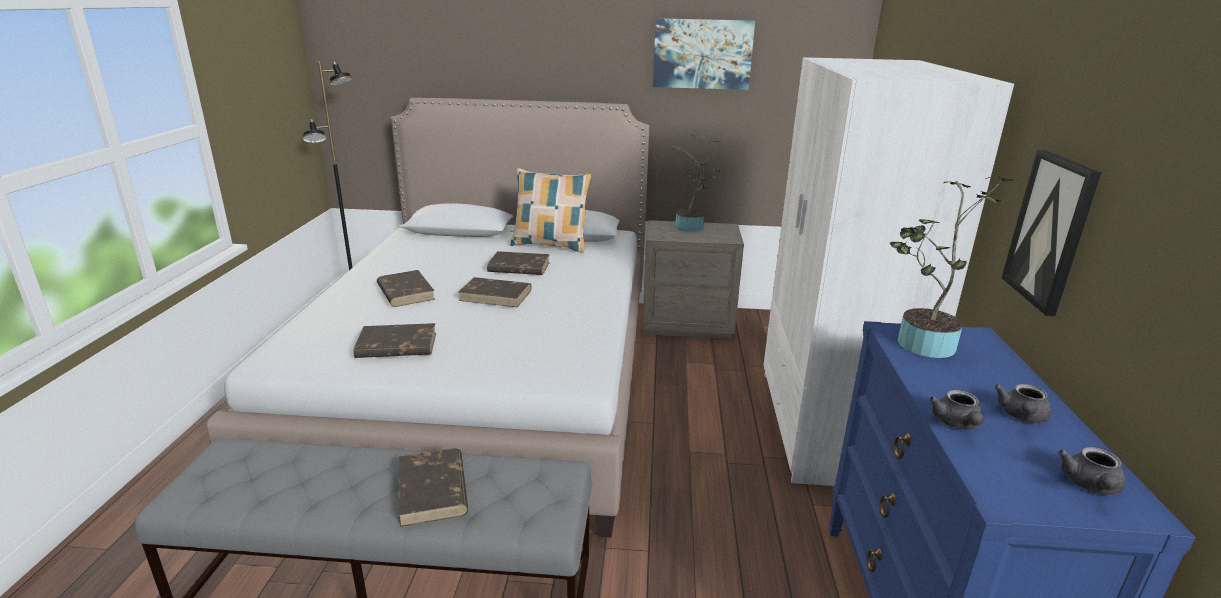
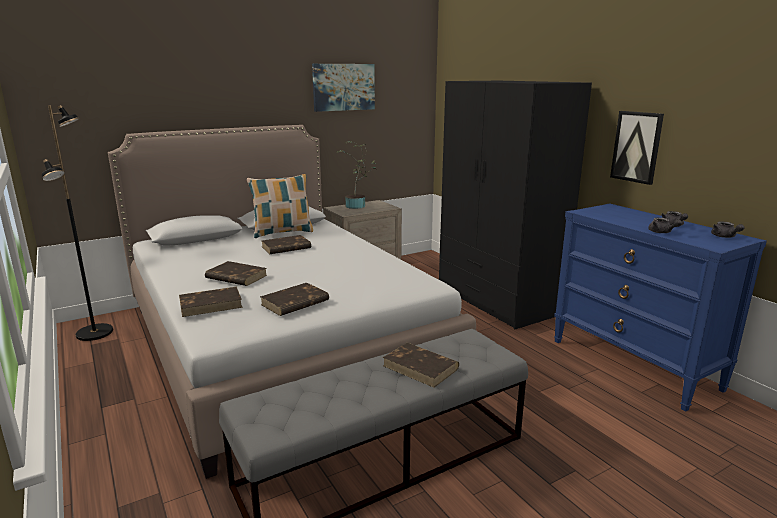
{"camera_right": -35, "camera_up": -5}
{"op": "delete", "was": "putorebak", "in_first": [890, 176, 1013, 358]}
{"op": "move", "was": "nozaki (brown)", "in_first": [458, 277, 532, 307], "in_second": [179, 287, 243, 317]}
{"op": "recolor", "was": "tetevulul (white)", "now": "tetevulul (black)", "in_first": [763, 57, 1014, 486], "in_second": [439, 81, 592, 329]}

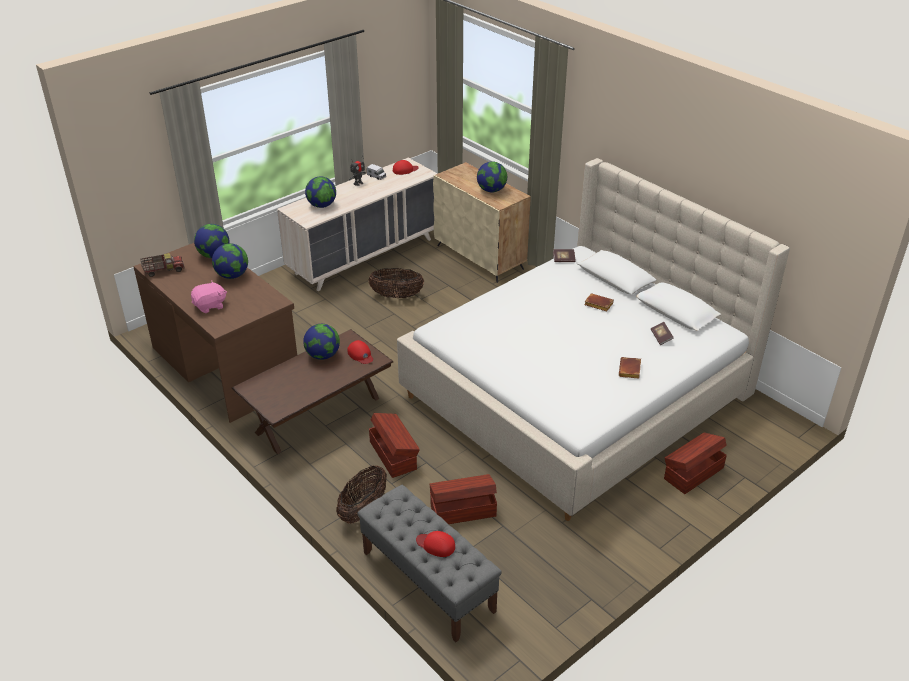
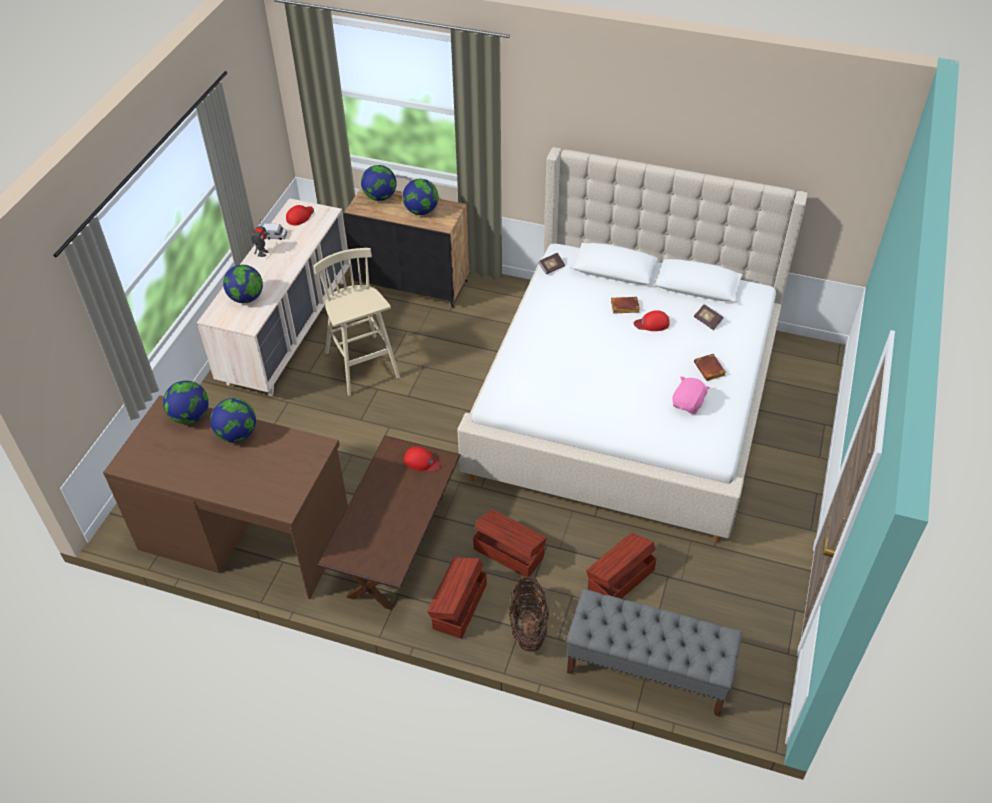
{"camera_right": -30, "camera_up": 10}
{"op": "delete", "was": "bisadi", "in_first": [140, 253, 185, 277]}
{"op": "move", "was": "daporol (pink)", "in_first": [191, 280, 227, 313], "in_second": [672, 376, 710, 414]}
{"op": "move", "was": "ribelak", "in_first": [303, 324, 340, 360], "in_second": [361, 165, 397, 201]}
{"op": "move", "was": "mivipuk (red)", "in_first": [416, 531, 455, 557], "in_second": [634, 310, 670, 331]}
{"op": "move", "was": "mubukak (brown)", "in_first": [664, 433, 727, 494], "in_second": [427, 557, 487, 639]}
{"op": "replace", "was": "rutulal", "now": "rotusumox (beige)", "in_first": [369, 268, 424, 298], "in_second": [313, 248, 400, 396]}
{"op": "recolor", "was": "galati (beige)", "now": "galati (black)", "in_first": [433, 162, 531, 283], "in_second": [343, 187, 470, 308]}

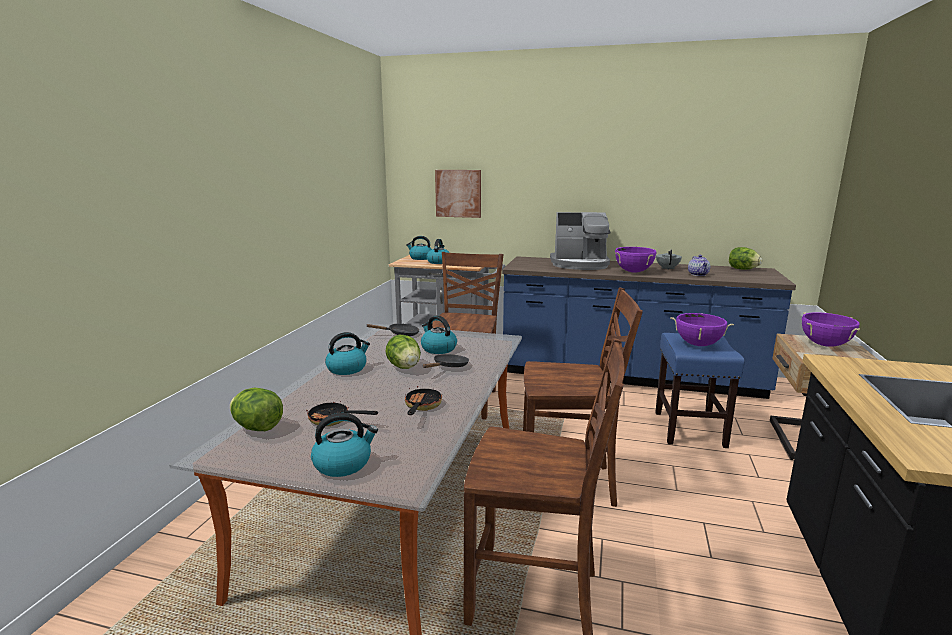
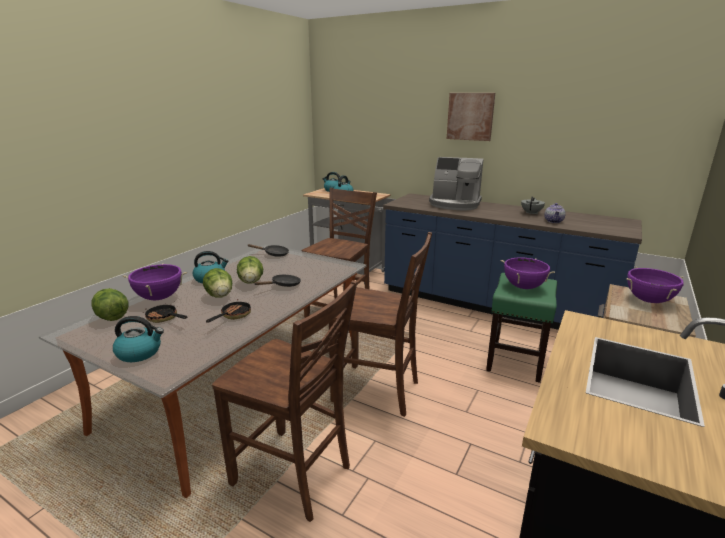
{"camera_right": 15, "camera_up": 5}
{"op": "delete", "was": "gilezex", "in_first": [421, 315, 457, 354]}
{"op": "move", "was": "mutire", "in_first": [435, 170, 481, 218], "in_second": [447, 93, 495, 141]}
{"op": "move", "was": "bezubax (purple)", "in_first": [615, 247, 656, 273], "in_second": [123, 264, 187, 300]}
{"op": "move", "was": "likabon", "in_first": [729, 247, 762, 270], "in_second": [203, 268, 232, 298]}
{"op": "recolor", "was": "rotusumox (blue)", "now": "rotusumox (green)", "in_first": [655, 333, 745, 448], "in_second": [486, 273, 557, 383]}

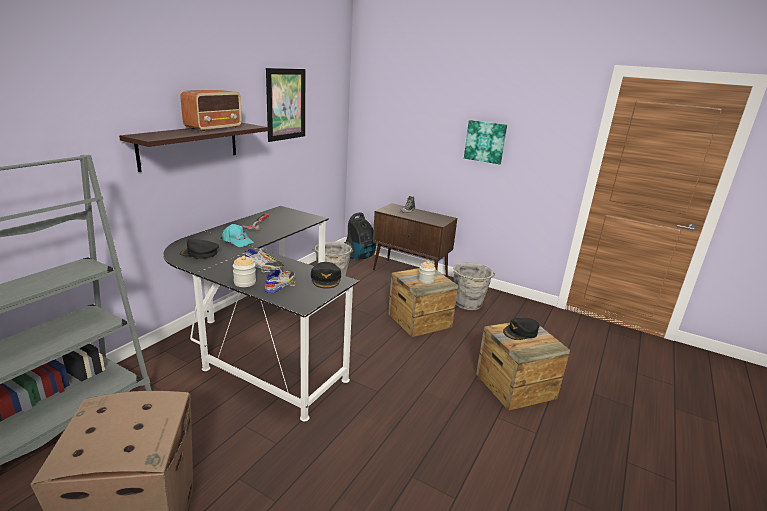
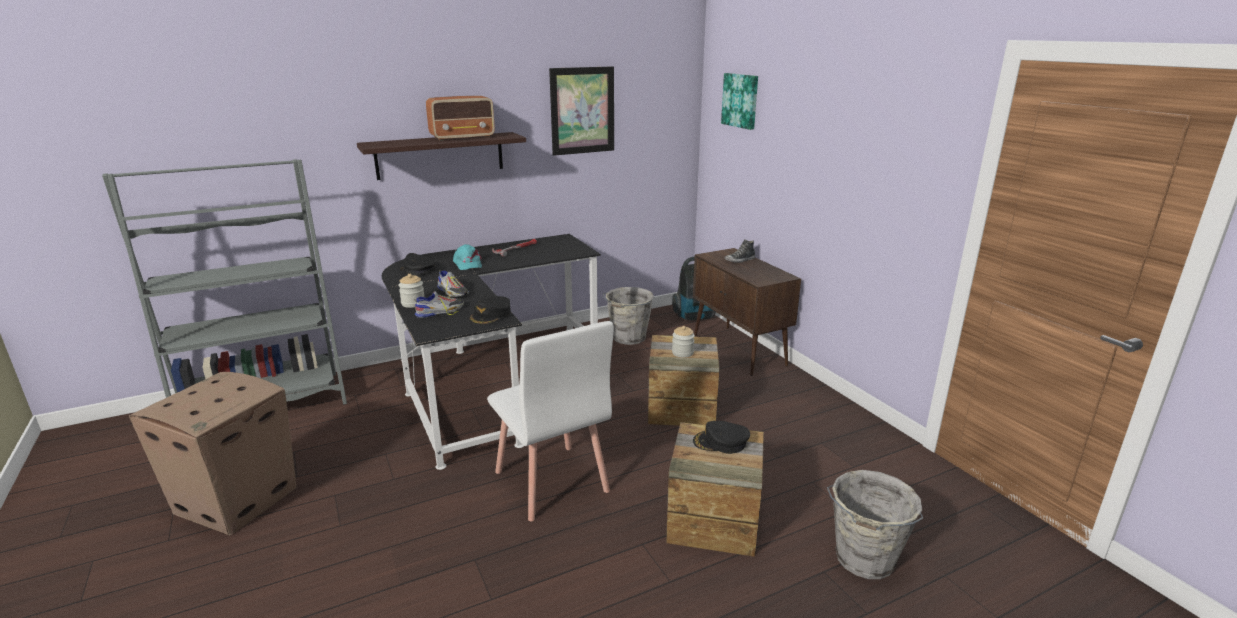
{"camera_right": 35, "camera_up": 0}
{"op": "insert", "now": "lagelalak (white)", "in_second": [487, 321, 614, 522]}
{"op": "move", "was": "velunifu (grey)", "in_first": [453, 262, 495, 310], "in_second": [827, 470, 923, 579]}
{"op": "move", "was": "mutire", "in_first": [464, 120, 507, 164], "in_second": [721, 73, 758, 130]}

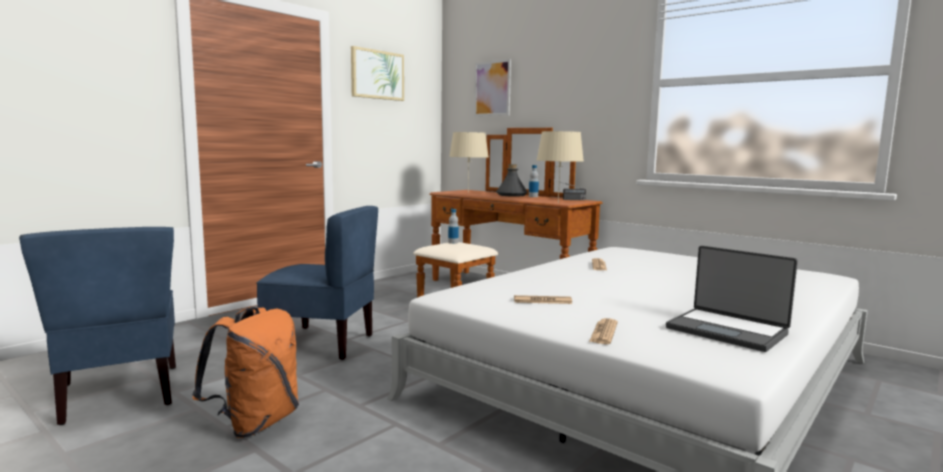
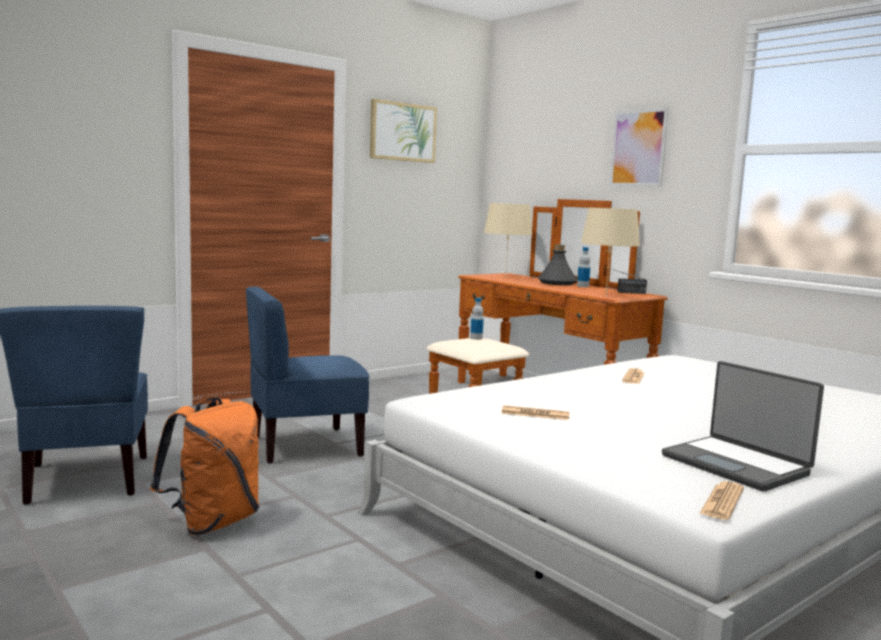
{"camera_right": 10, "camera_up": 0}
{"op": "move", "was": "mutire", "in_first": [474, 59, 511, 116], "in_second": [609, 107, 669, 187]}
{"op": "move", "was": "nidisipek", "in_first": [589, 318, 618, 344], "in_second": [699, 481, 744, 520]}
{"op": "rotate", "was": "lagelalak (blue)", "in_first": [257, 206, 378, 360], "in_second": [246, 287, 370, 464], "clockwise": 135}

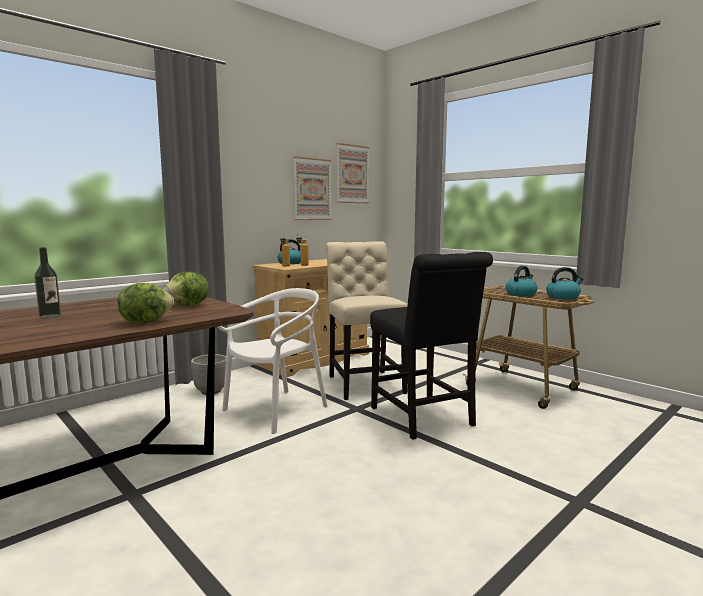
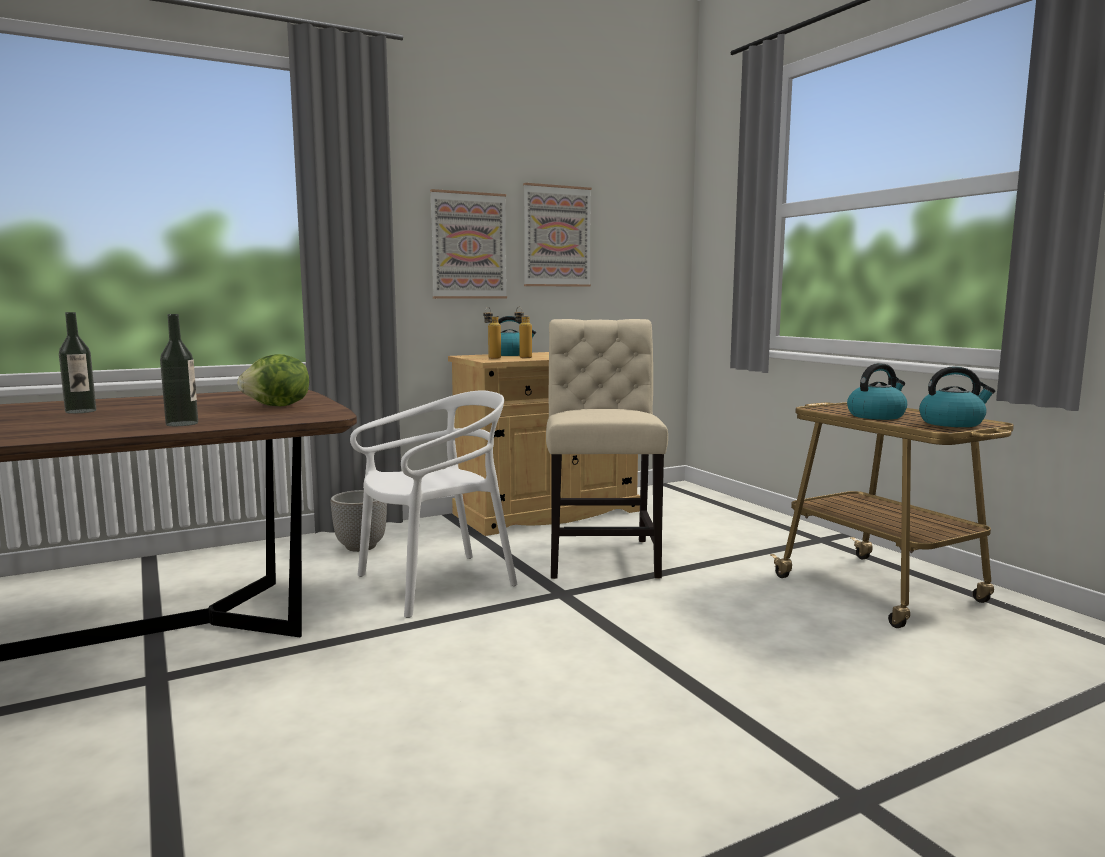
{"camera_right": 15, "camera_up": 0}
{"op": "delete", "was": "lagelalak (black)", "in_first": [370, 252, 493, 440]}
{"op": "move", "was": "mutire", "in_first": [336, 143, 370, 203], "in_second": [430, 189, 507, 299]}
{"op": "replace", "was": "likabon", "now": "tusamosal", "in_first": [118, 283, 174, 323], "in_second": [160, 314, 198, 426]}

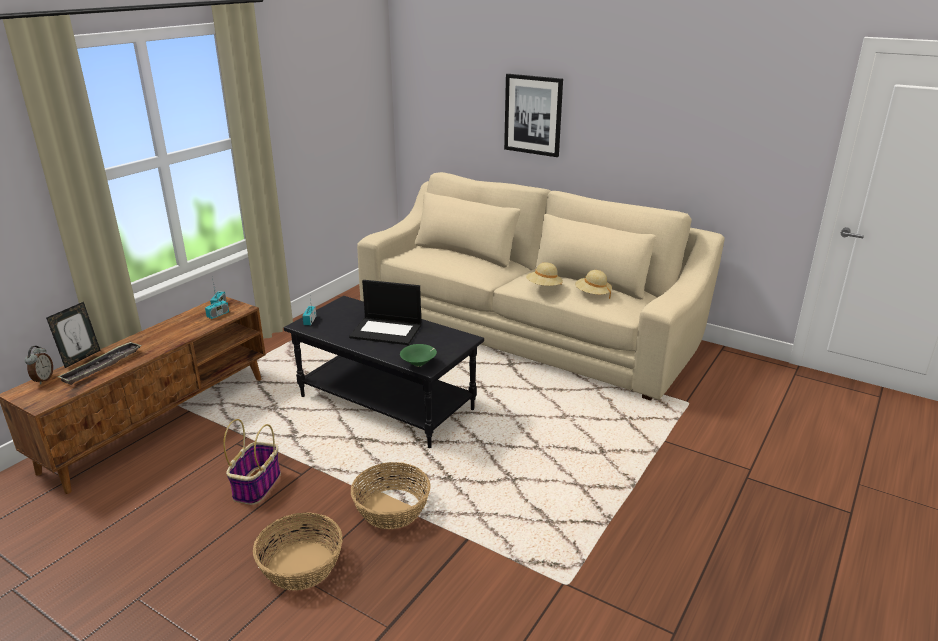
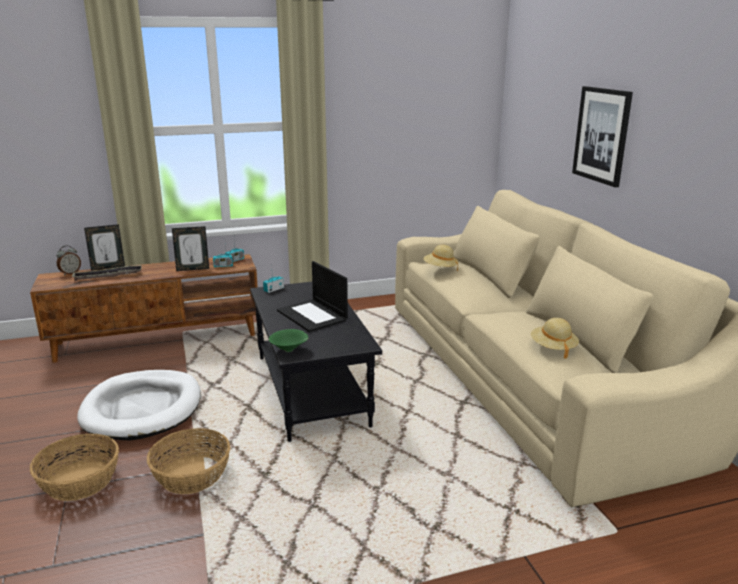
{"camera_right": 40, "camera_up": -5}
{"op": "insert", "now": "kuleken", "in_second": [172, 226, 209, 271]}
{"op": "move", "was": "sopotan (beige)", "in_first": [526, 262, 563, 286], "in_second": [424, 245, 458, 271]}
{"op": "replace", "was": "rutulal", "now": "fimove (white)", "in_first": [223, 419, 281, 505], "in_second": [77, 370, 201, 440]}

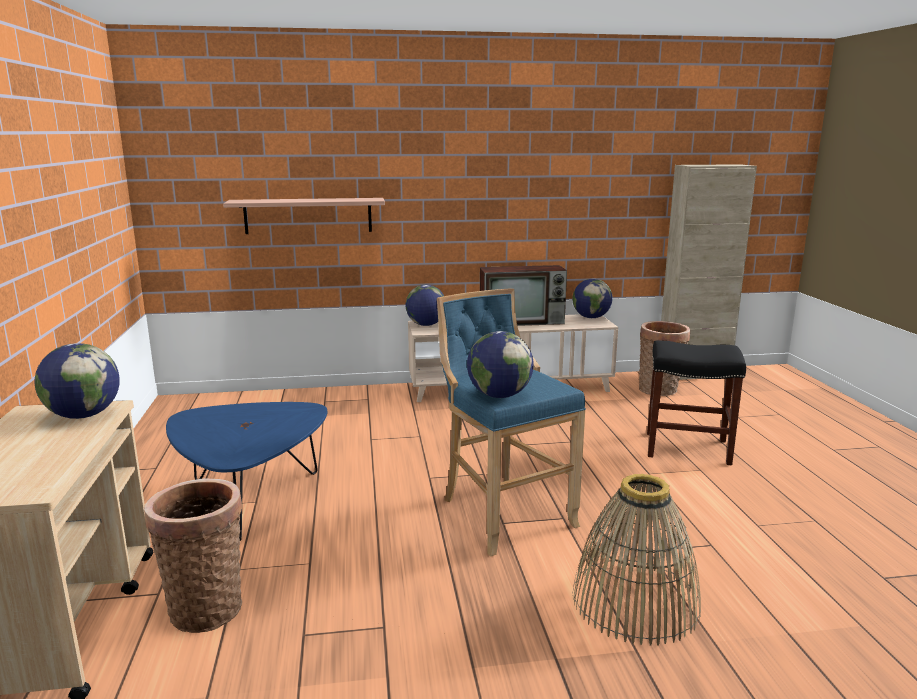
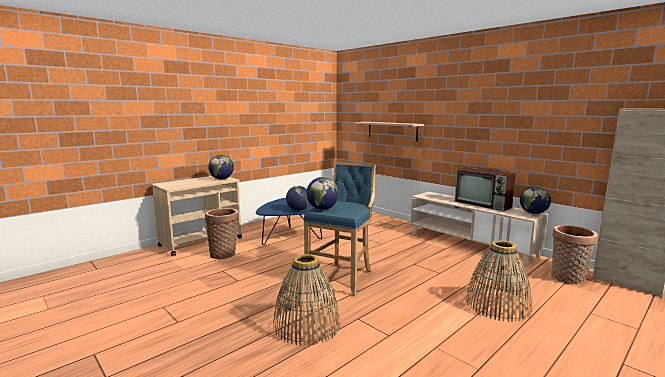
{"camera_right": 55, "camera_up": -5}
{"op": "move", "was": "ribelak", "in_first": [406, 285, 444, 326], "in_second": [286, 186, 310, 211]}
{"op": "replace", "was": "rotusumox (black)", "now": "rutulal", "in_first": [647, 340, 746, 465], "in_second": [466, 240, 532, 322]}

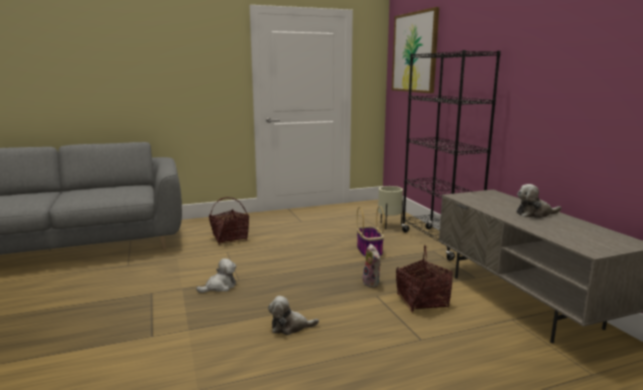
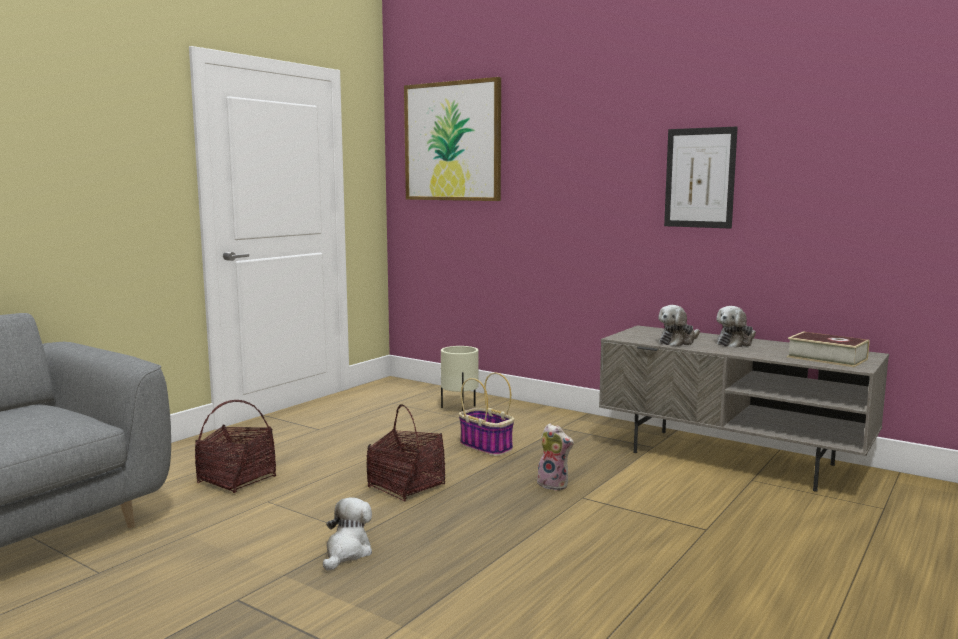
{"camera_right": -35, "camera_up": -5}
{"op": "delete", "was": "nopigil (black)", "in_first": [401, 50, 501, 261]}
{"op": "insert", "now": "mutire", "in_second": [664, 126, 738, 229]}
{"op": "insert", "now": "nozaki", "in_second": [787, 332, 870, 367]}
{"op": "move", "was": "daporol", "in_first": [268, 296, 319, 335], "in_second": [658, 305, 700, 347]}
{"op": "move", "was": "rutulal", "in_first": [396, 245, 453, 312], "in_second": [366, 404, 445, 502]}

